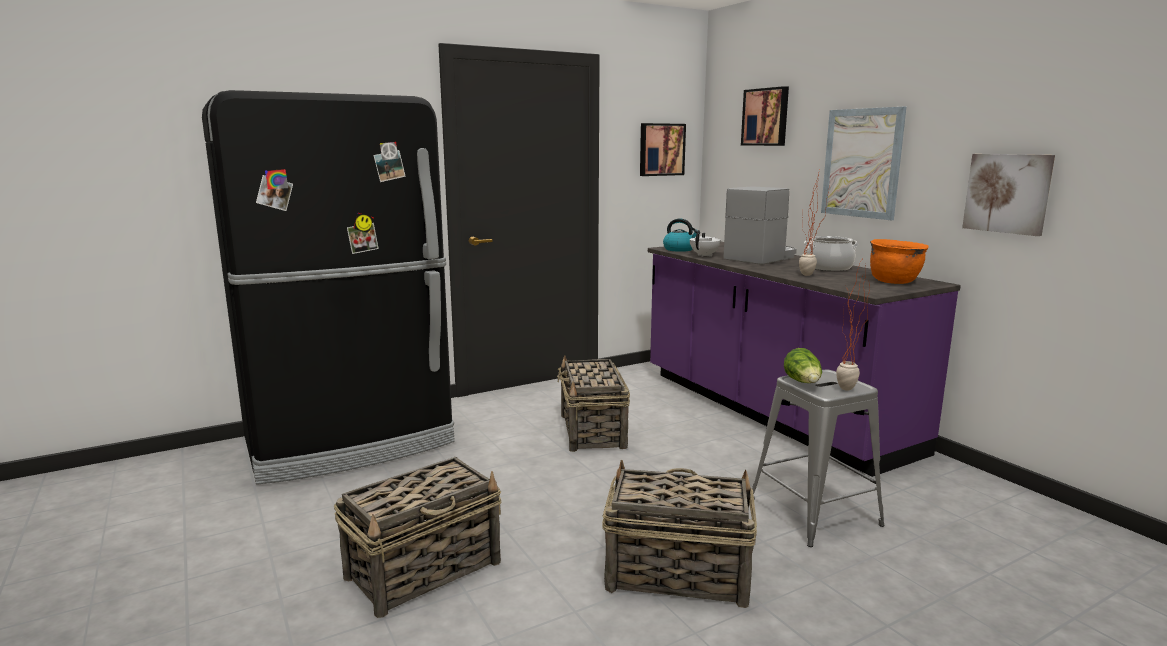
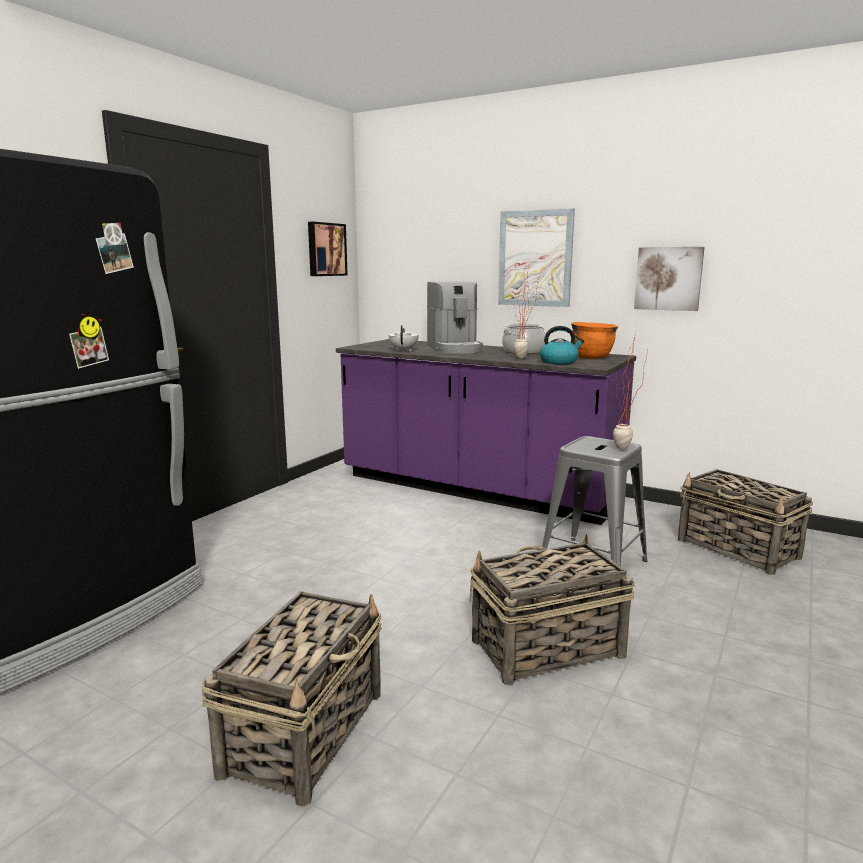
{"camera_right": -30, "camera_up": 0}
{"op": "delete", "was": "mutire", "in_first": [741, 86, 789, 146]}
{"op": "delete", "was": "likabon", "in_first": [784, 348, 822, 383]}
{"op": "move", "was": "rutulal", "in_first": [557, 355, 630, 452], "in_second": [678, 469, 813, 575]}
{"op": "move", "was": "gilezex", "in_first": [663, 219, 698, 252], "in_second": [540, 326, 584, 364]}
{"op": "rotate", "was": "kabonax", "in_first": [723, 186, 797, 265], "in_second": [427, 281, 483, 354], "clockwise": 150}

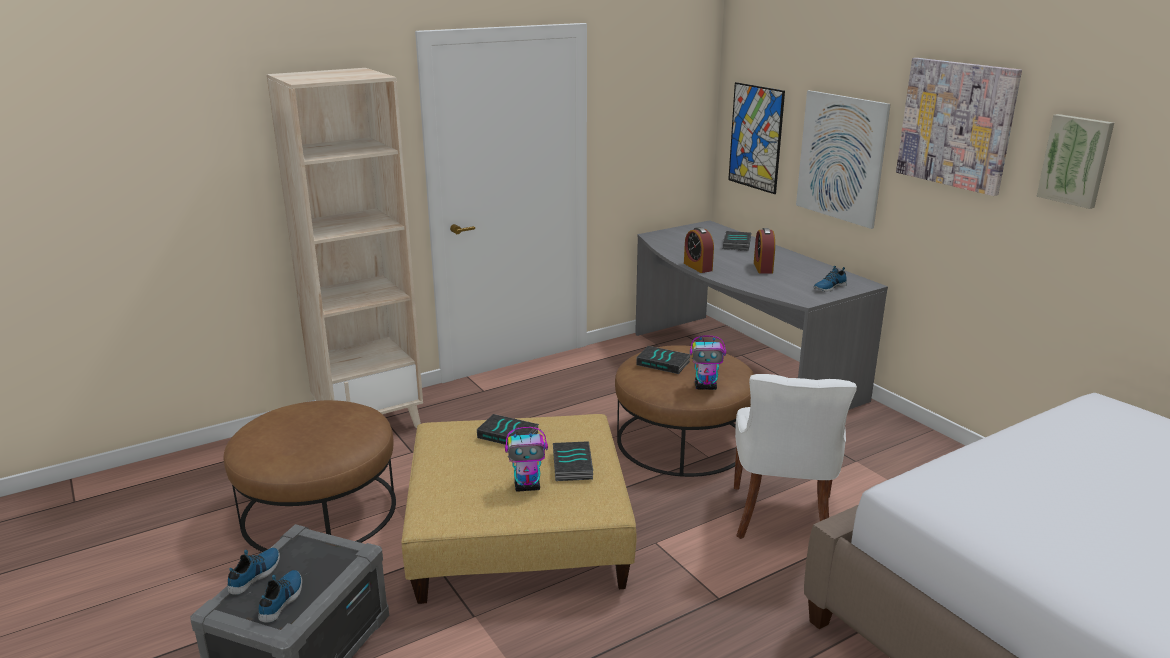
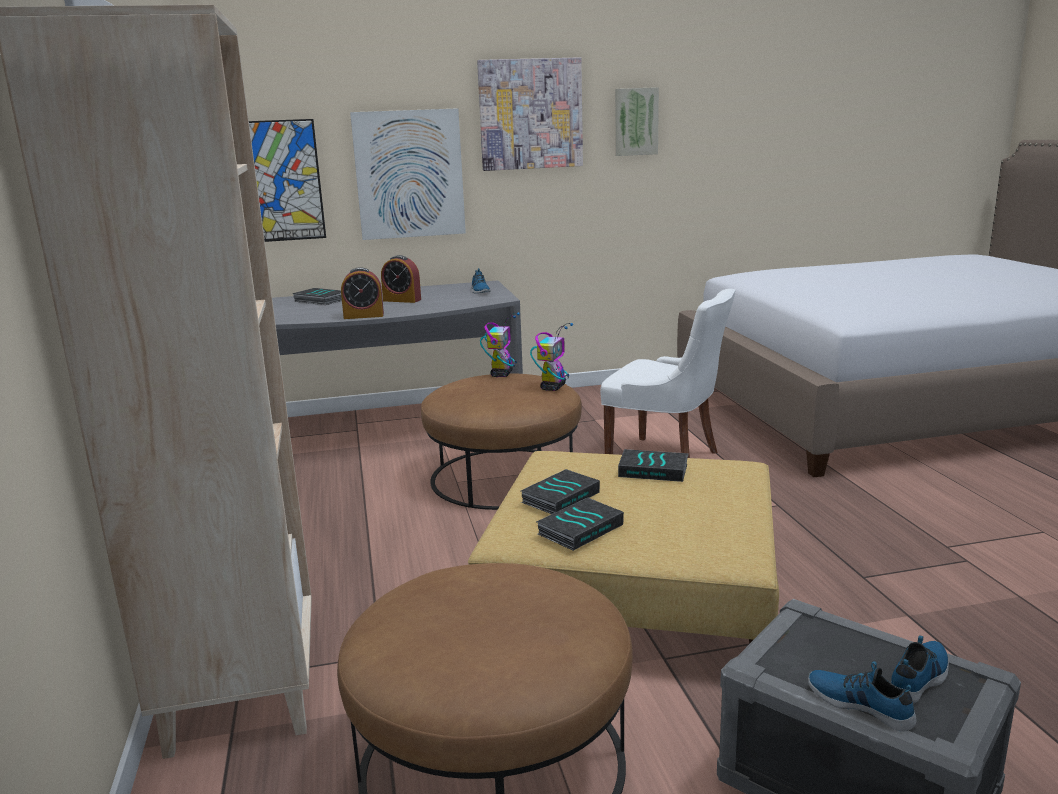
{"camera_right": -70, "camera_up": -5}
{"op": "move", "was": "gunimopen", "in_first": [505, 427, 548, 492], "in_second": [480, 312, 520, 377]}
{"op": "move", "was": "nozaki", "in_first": [636, 346, 690, 374], "in_second": [536, 497, 624, 551]}
{"op": "rotate", "was": "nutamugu", "in_first": [258, 570, 302, 623], "in_second": [891, 635, 949, 703], "clockwise": 105}

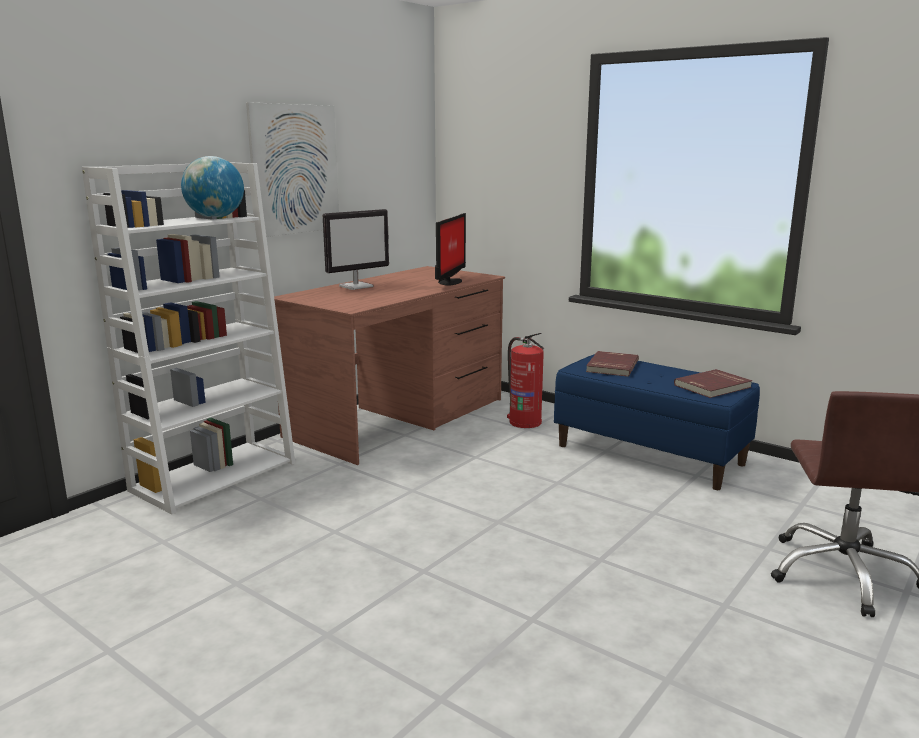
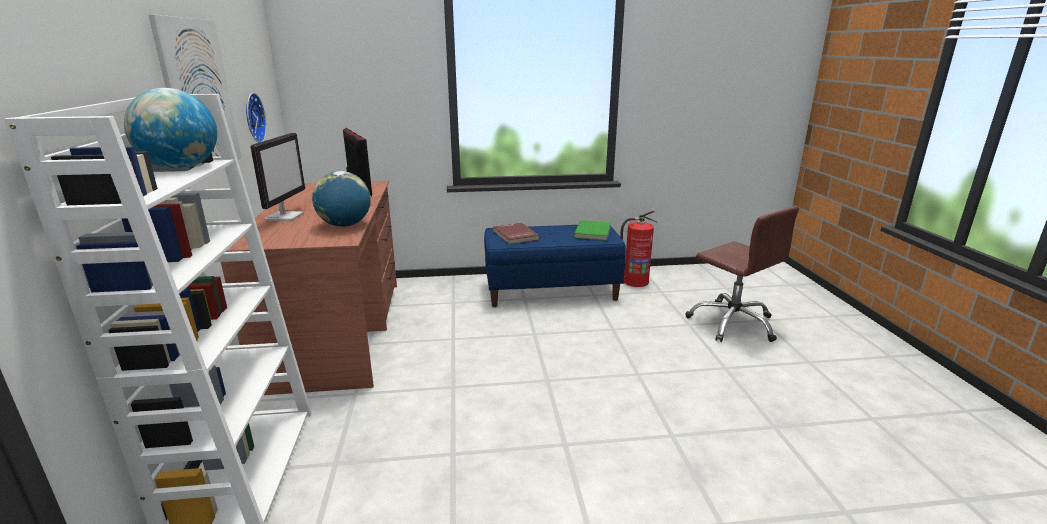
{"camera_right": -45, "camera_up": 5}
{"op": "insert", "now": "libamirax", "in_second": [246, 93, 267, 143]}
{"op": "insert", "now": "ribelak", "in_second": [312, 171, 371, 227]}
{"op": "move", "was": "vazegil", "in_first": [507, 333, 544, 428], "in_second": [620, 210, 657, 287]}
{"op": "recolor", "was": "nozaki (red)", "now": "nozaki (green)", "in_first": [674, 369, 752, 398], "in_second": [574, 220, 611, 241]}

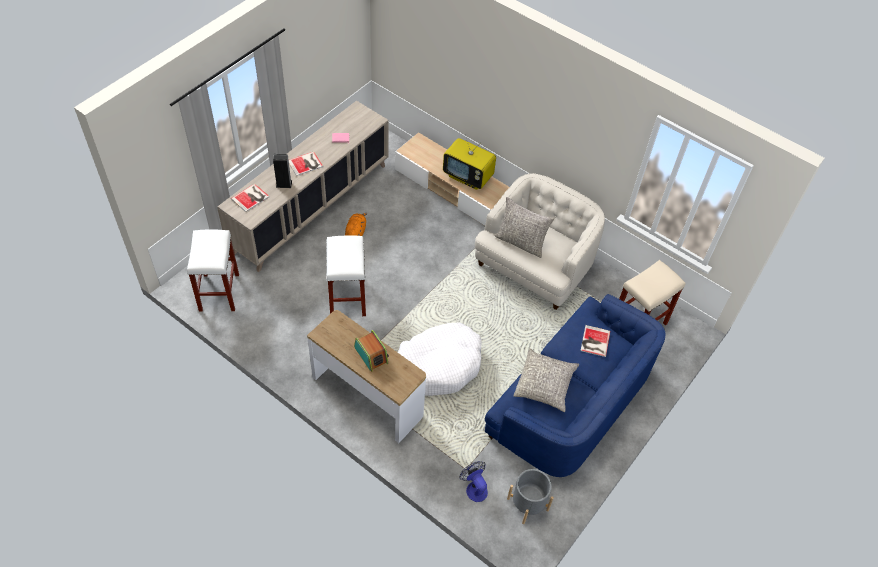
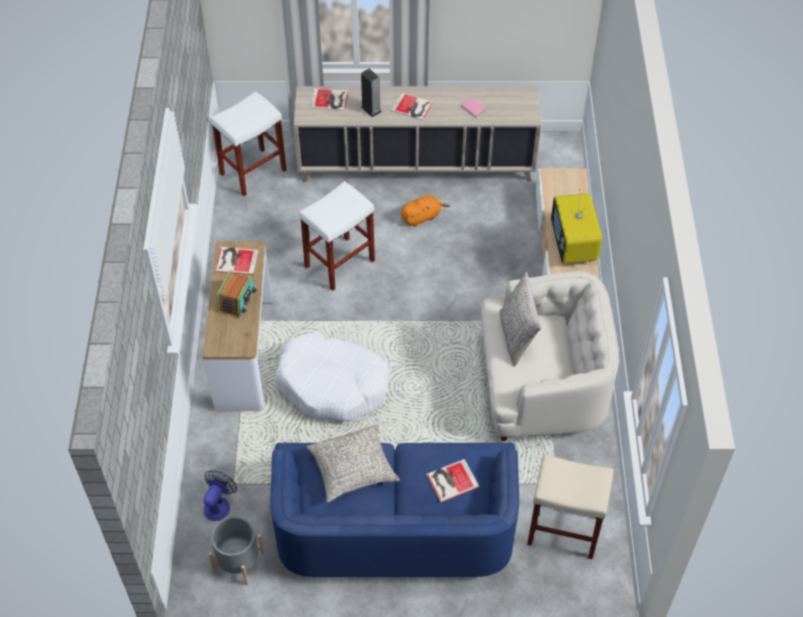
{"camera_right": 55, "camera_up": 0}
{"op": "insert", "now": "nozaki", "in_second": [215, 247, 259, 275]}

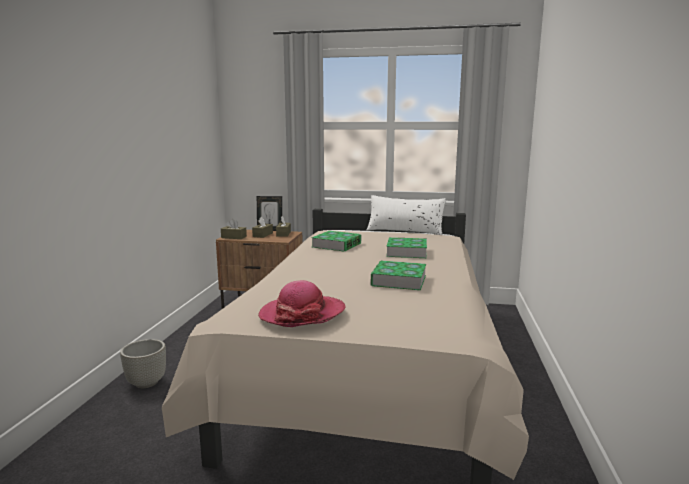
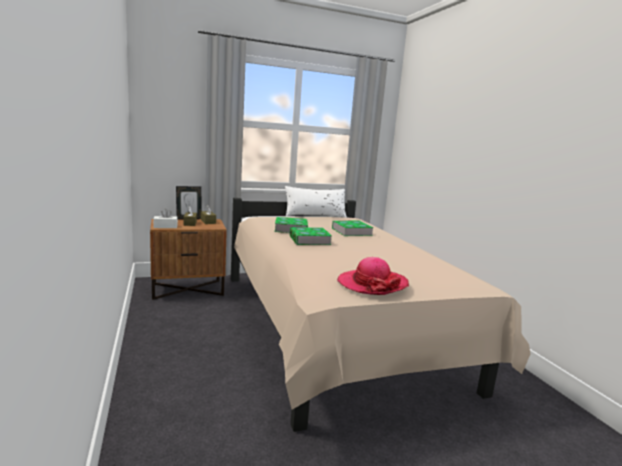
{"camera_right": -30, "camera_up": 0}
{"op": "delete", "was": "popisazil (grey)", "in_first": [120, 339, 166, 388]}
{"op": "move", "was": "nozaki", "in_first": [371, 261, 426, 290], "in_second": [289, 227, 332, 245]}
{"op": "recolor", "was": "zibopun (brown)", "now": "zibopun (white)", "in_first": [221, 219, 247, 239], "in_second": [153, 209, 178, 228]}

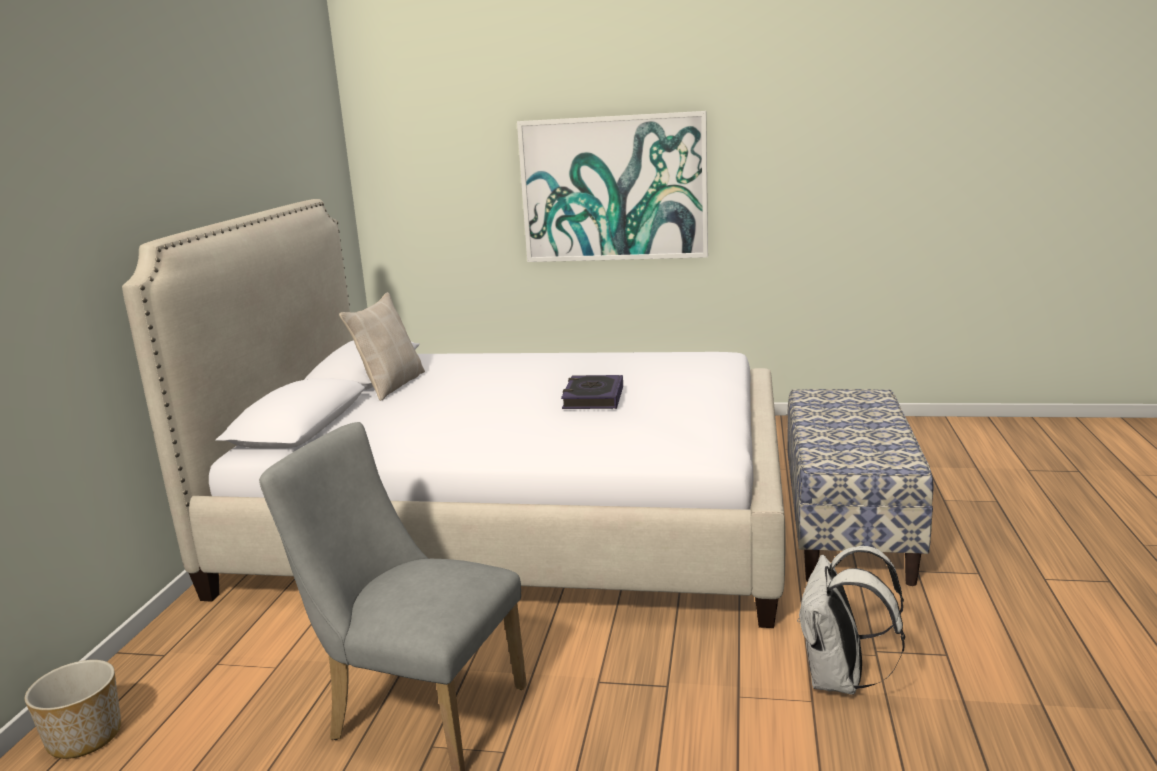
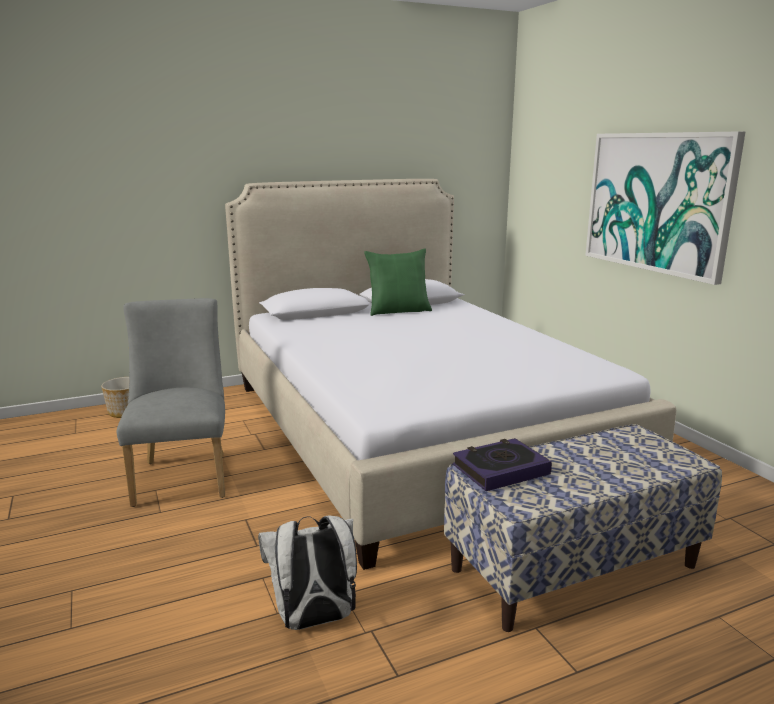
{"camera_right": 55, "camera_up": 0}
{"op": "move", "was": "nozaki", "in_first": [561, 375, 623, 409], "in_second": [453, 438, 552, 491]}
{"op": "recolor", "was": "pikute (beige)", "now": "pikute (green)", "in_first": [339, 292, 425, 401], "in_second": [364, 248, 432, 316]}

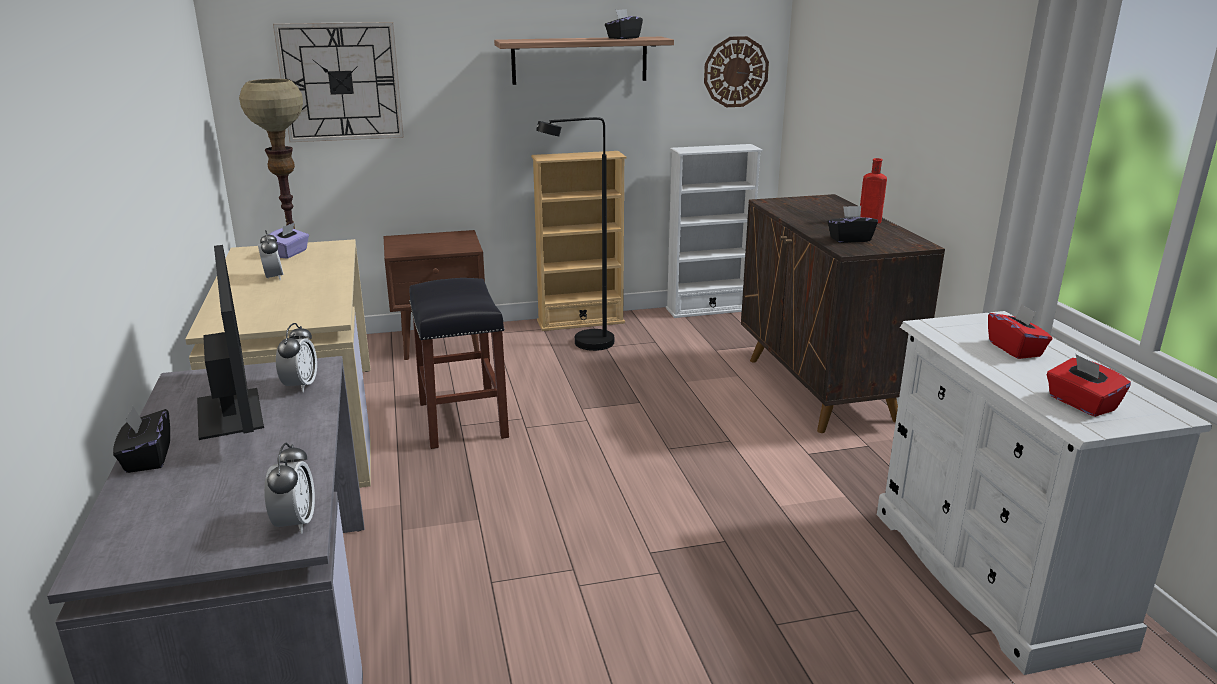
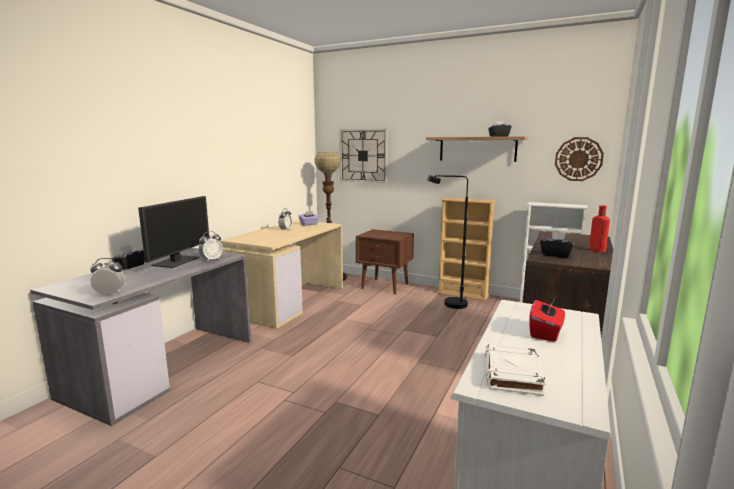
{"camera_right": 40, "camera_up": -10}
{"op": "delete", "was": "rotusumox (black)", "in_first": [409, 278, 509, 449]}
{"op": "replace", "was": "zibopun (red)", "now": "nozaki (white)", "in_first": [1047, 354, 1131, 417], "in_second": [485, 344, 545, 396]}
{"op": "rotate", "was": "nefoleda", "in_first": [264, 443, 315, 534], "in_second": [90, 258, 125, 296], "clockwise": -135}

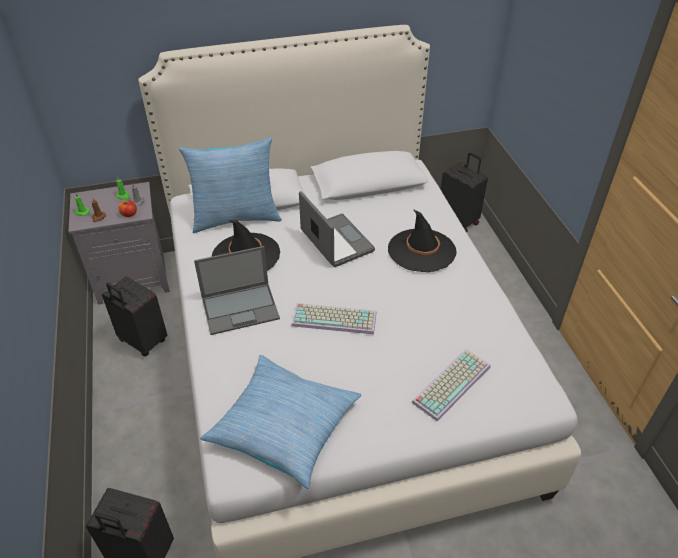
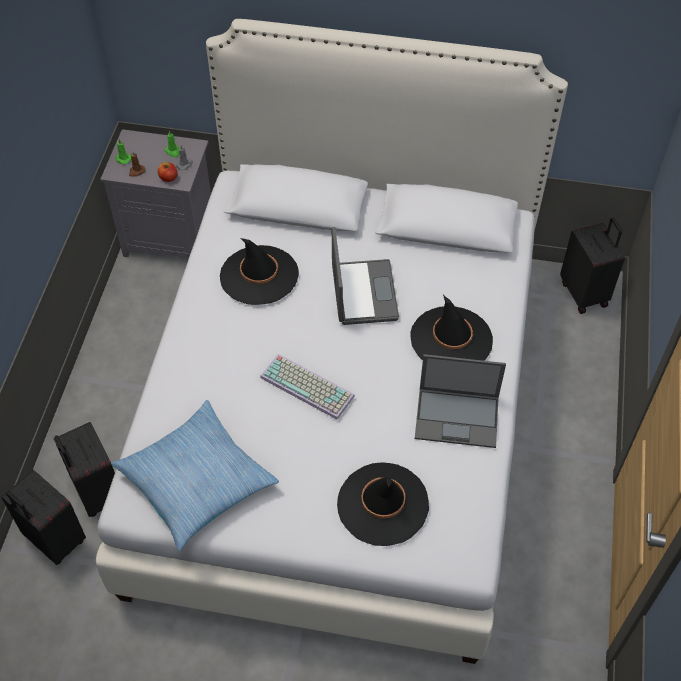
{"camera_right": 25, "camera_up": 10}
{"op": "delete", "was": "pikute", "in_first": [179, 137, 282, 233]}
{"op": "move", "was": "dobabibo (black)", "in_first": [102, 276, 167, 356], "in_second": [53, 422, 115, 517]}
{"op": "move", "was": "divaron", "in_first": [194, 246, 280, 335], "in_second": [415, 354, 506, 448]}
{"op": "replace", "was": "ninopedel", "now": "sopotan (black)", "in_first": [411, 349, 491, 421], "in_second": [337, 462, 429, 546]}

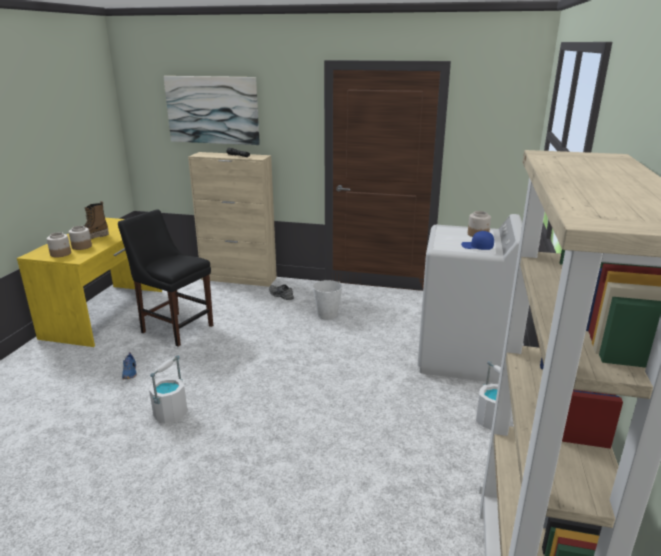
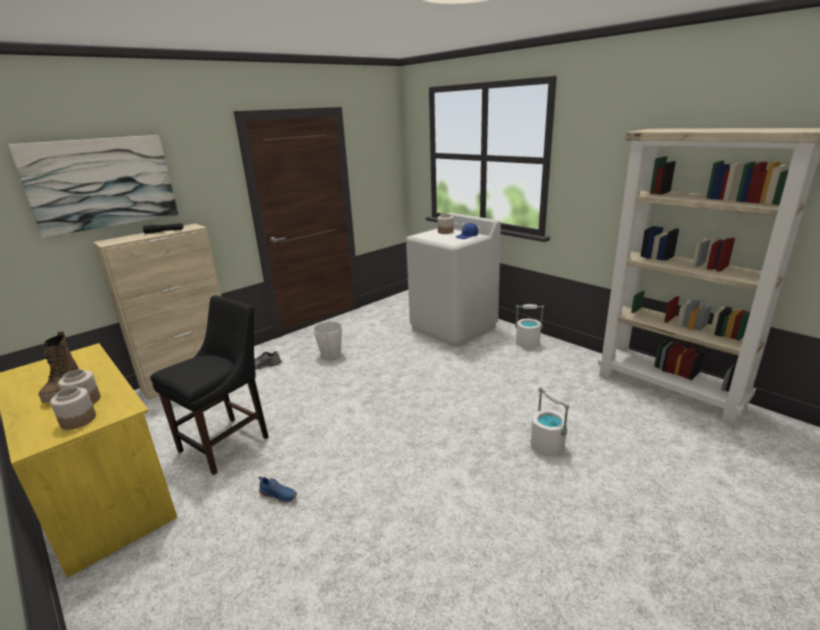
{"camera_right": -55, "camera_up": 0}
{"op": "move", "was": "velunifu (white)", "in_first": [149, 355, 188, 423], "in_second": [531, 387, 569, 457]}
{"op": "rotate", "was": "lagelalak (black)", "in_first": [118, 209, 213, 347], "in_second": [150, 295, 269, 475], "clockwise": 150}

